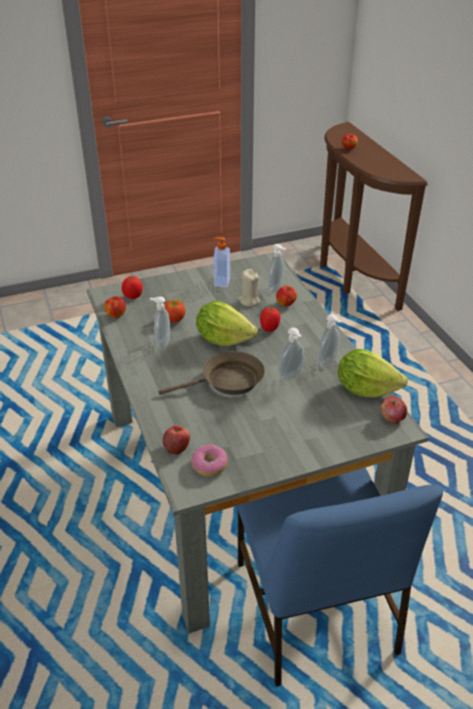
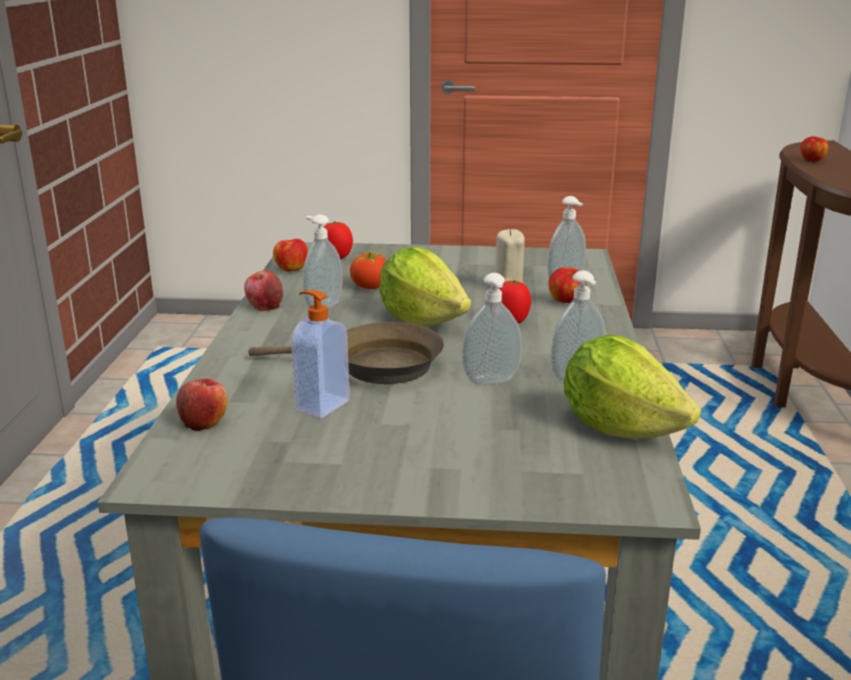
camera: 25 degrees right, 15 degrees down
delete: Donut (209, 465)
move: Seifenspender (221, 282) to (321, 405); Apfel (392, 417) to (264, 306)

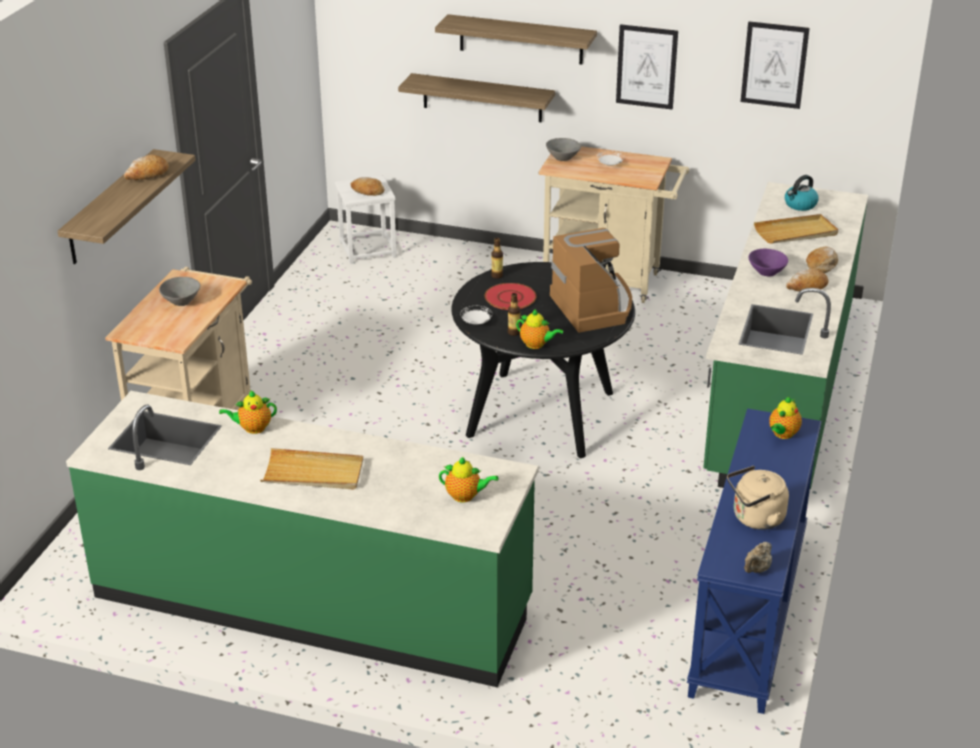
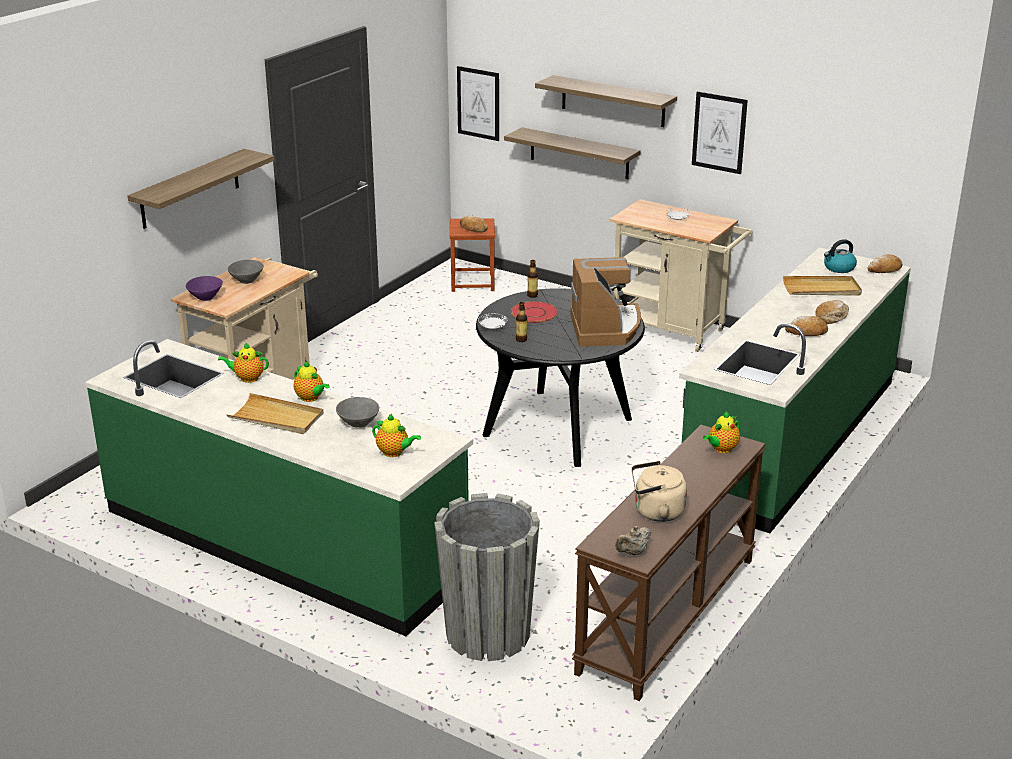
camera: 15 degrees right, 5 degrees down
insert: Pflanzkübel/grau (488, 634)
move: Brot (147, 175) to (884, 270); Teekanne (536, 345) to (311, 398); Schüssel/grau (563, 158) to (358, 424); Bild (774, 65) to (478, 103); Schüssel/lila (766, 273) to (205, 298)
recolor: Hocker/weiß (367, 249) to Hocker/braun (472, 282); Konsolentisch/blau (750, 613) to Konsolentisch/braun (669, 615)

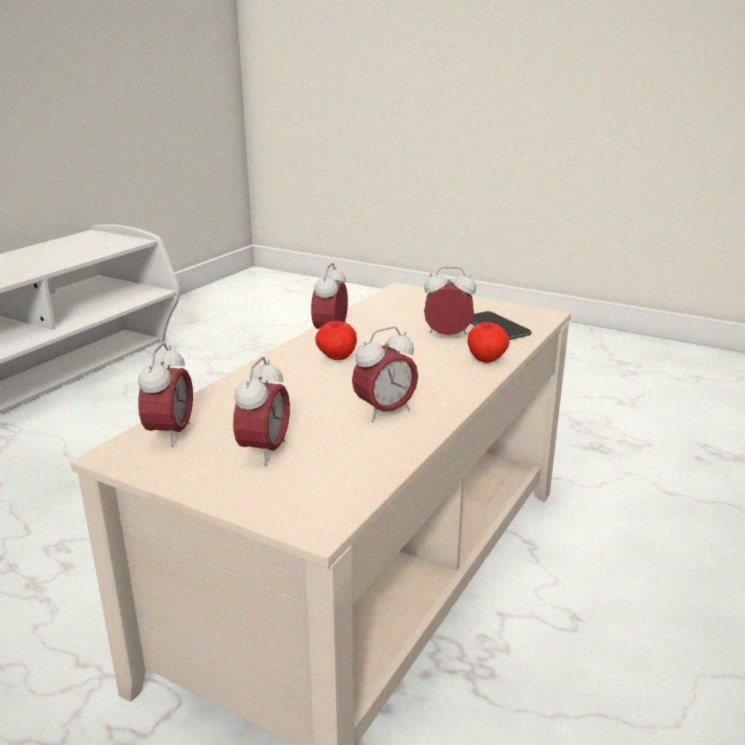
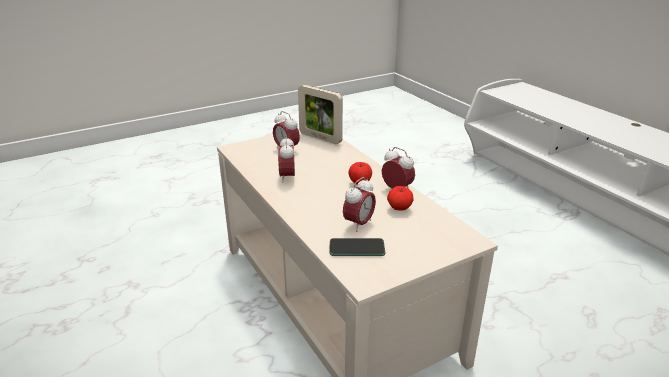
camera: 120 degrees right, 5 degrees up
move: Apfel (486, 359) to (399, 208)
replace: Wecker (170, 434) to Bilderrahmen (320, 138)

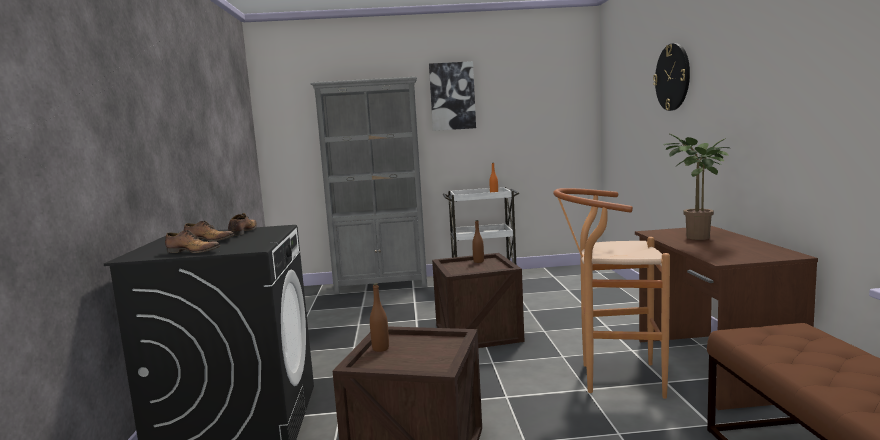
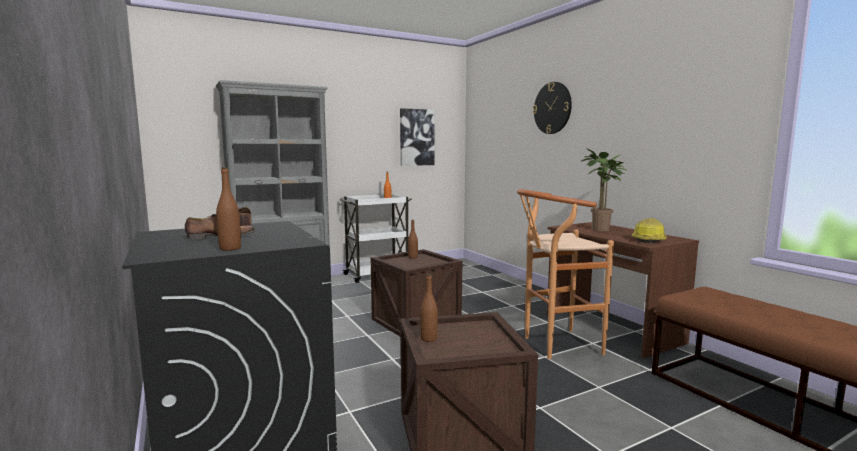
camera: 25 degrees left, 0 degrees up
insert: Schutzhelm (649, 240)
move: Bild (452, 96) to (416, 137)
replace: Schuh (192, 252) to Flasche/braun (230, 248)

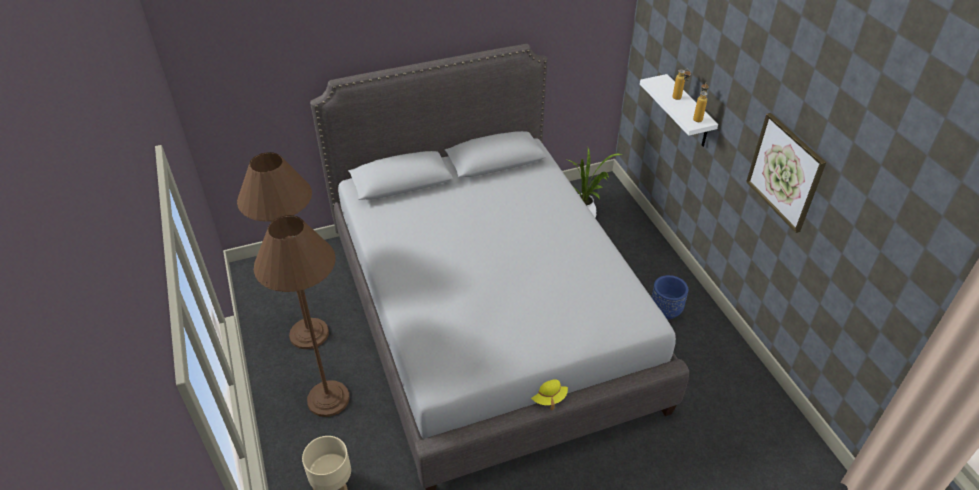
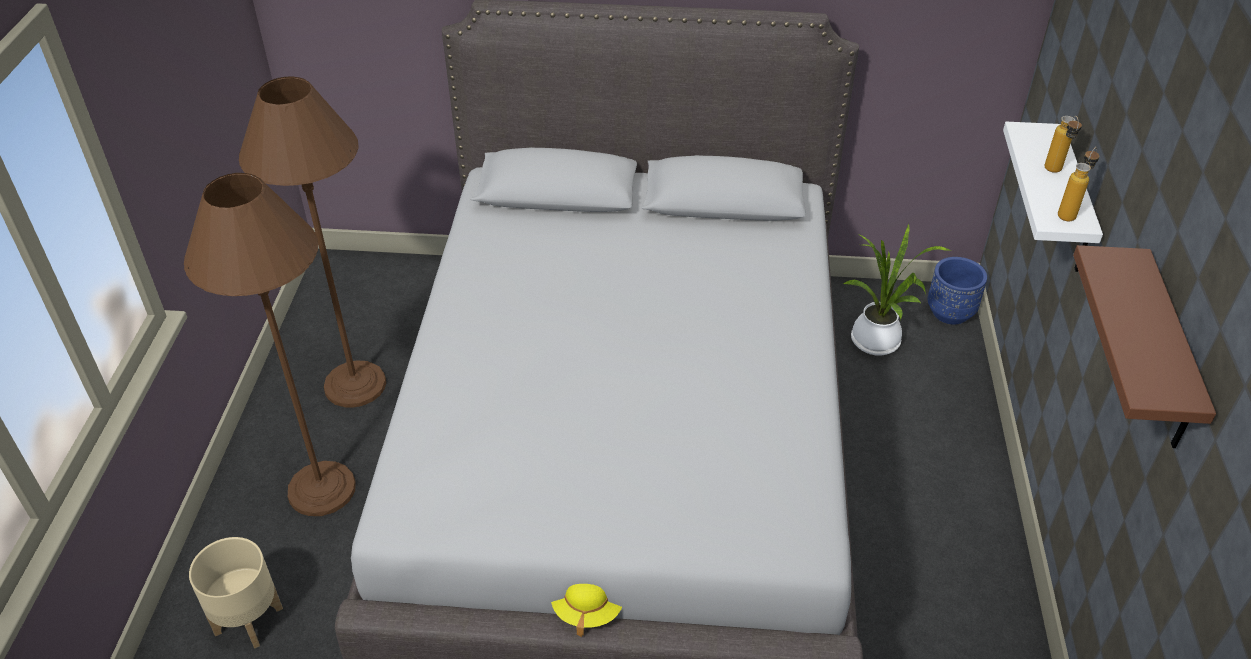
camera: 25 degrees right, 0 degrees up
move: Pflanzkübel/blau (665, 310) to (950, 312)
replace: Bild (785, 172) to Wandregal/braun (1166, 355)

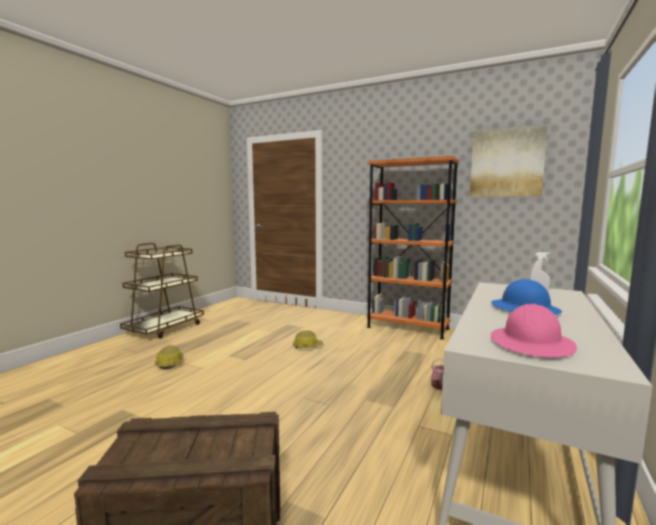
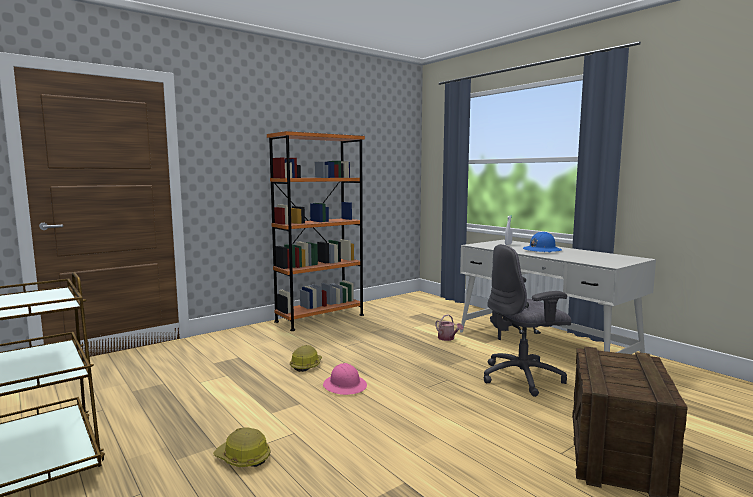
camera: 65 degrees left, 0 degrees up
delete: Bild (506, 163)
insert: Bürostuhl/grau (523, 378)
move: Schutzhelm/rosa (531, 344) to (345, 386)

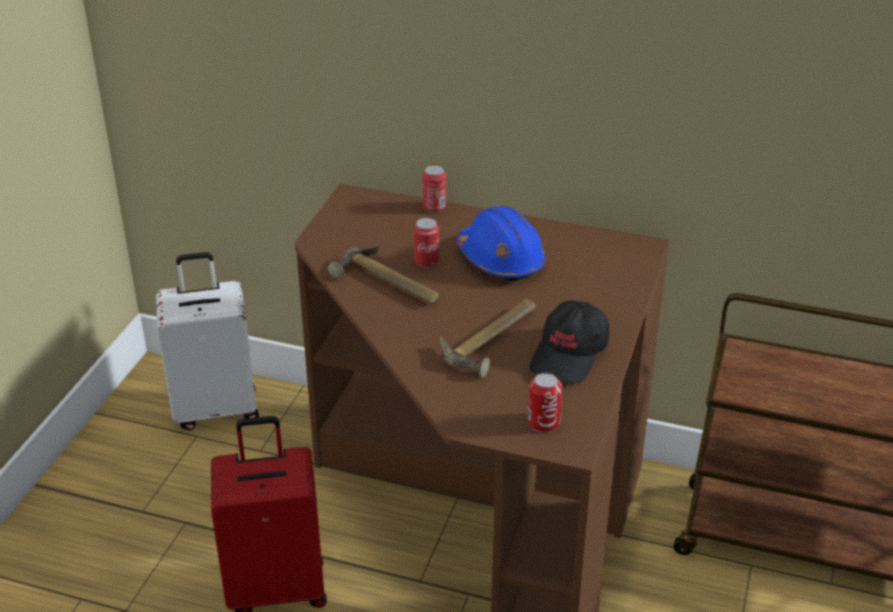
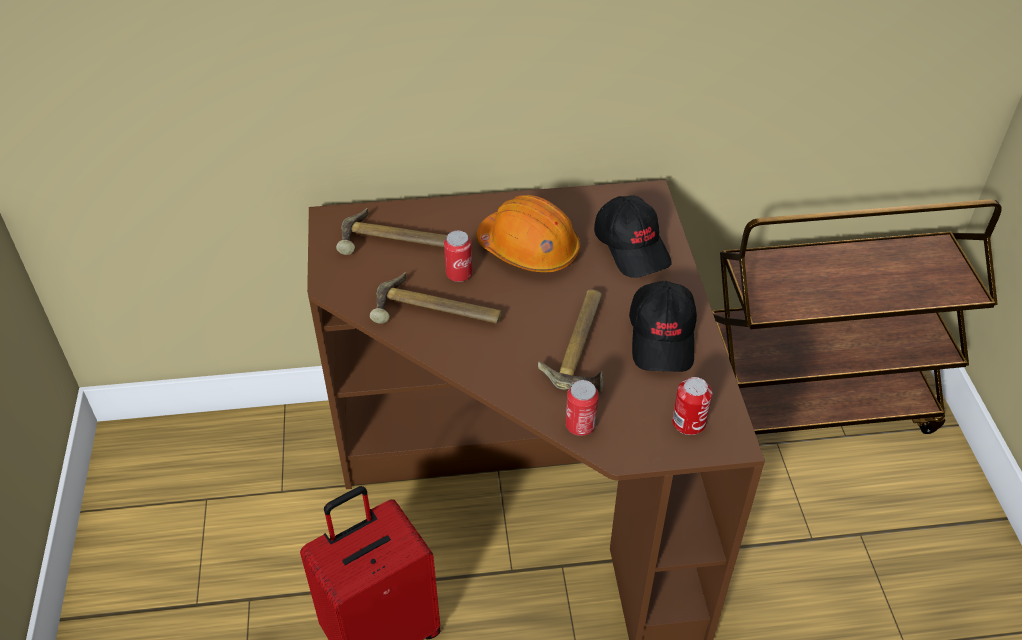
camera: 25 degrees left, 10 degrees up
delete: Koffer/weiß (216, 408)
insert: Hammer (398, 244); Kappe/schwarz (632, 247)
move: Dose (434, 207) to (580, 425)
recolor: Schutzhelm/blau (501, 260) to Schutzhelm/orange (529, 249)

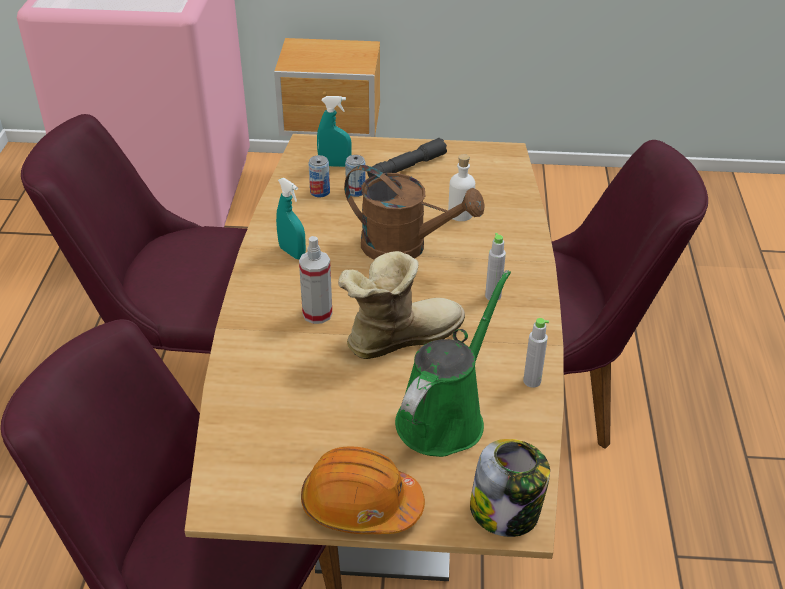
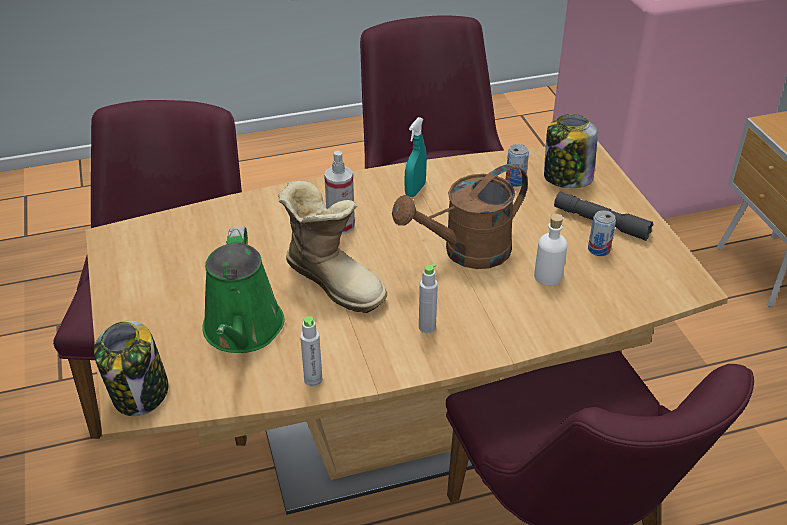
camera: 70 degrees right, 0 degrees up
delete: Schutzhelm/orange (360, 505)
move: Dose (356, 191) to (598, 249)
replace: Sprühflasche/türkis (335, 165) to Vorratsglas (566, 178)
rotate: Gießkanne/braun (405, 247) = (466, 253) 60 degrees clockwise; Gießkanne/grün (445, 416) = (243, 331) 75 degrees clockwise

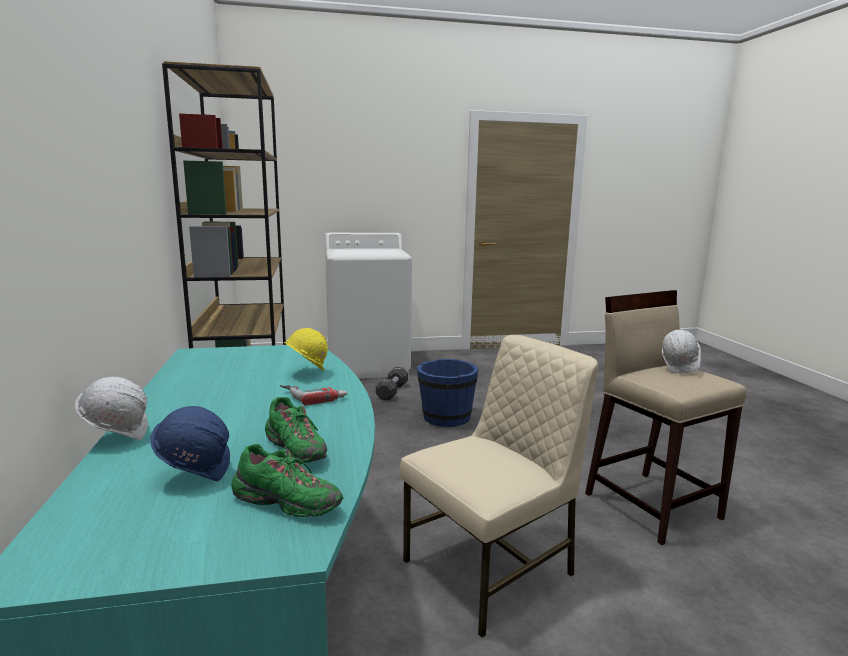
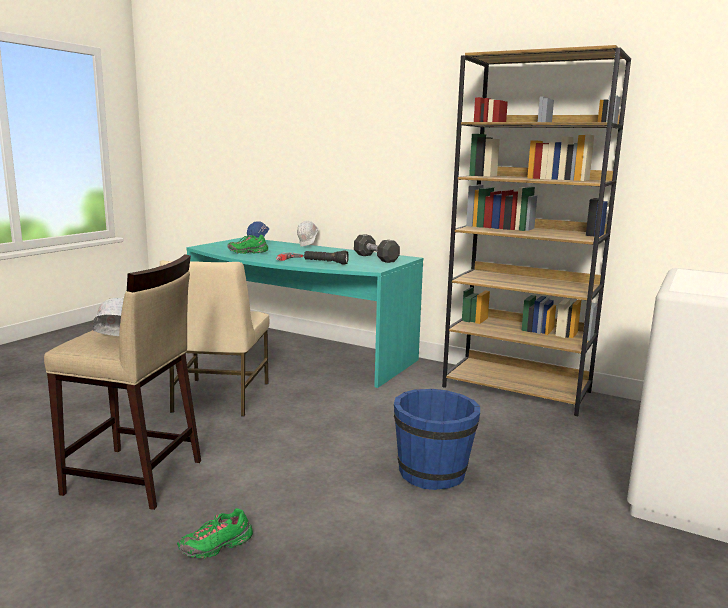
camera: 130 degrees right, 0 degrees up
move: Schuh/grün (287, 503) to (216, 546); Hantel/schwarz (392, 391) to (376, 258)
replace: Schutzhelm/gelb (306, 373) to Taschenlampe/schwarz (326, 263)

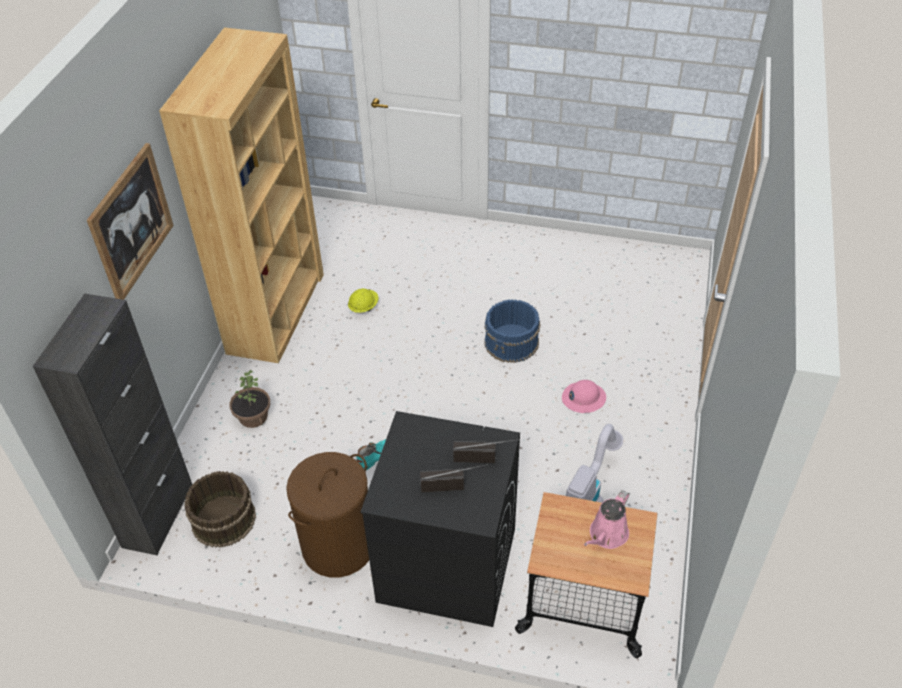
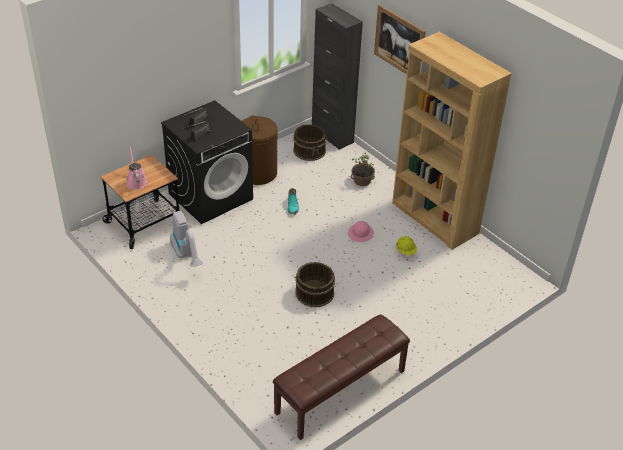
camera: 125 degrees right, 5 degrees down
insert: Bank/braun (341, 392)
move: Schutzhelm/rosa (583, 398) to (360, 233)
recolor: Eimer/blau (512, 342) to Eimer/braun (314, 293)

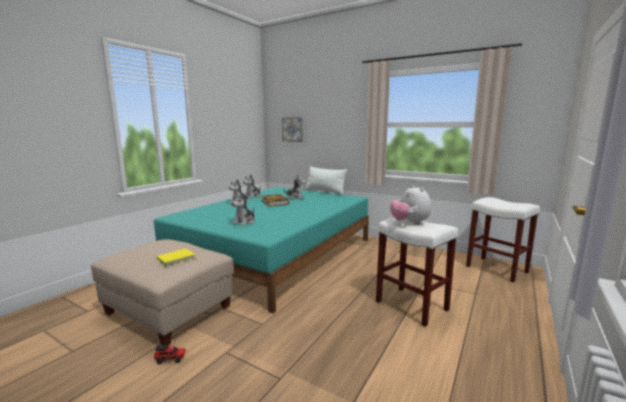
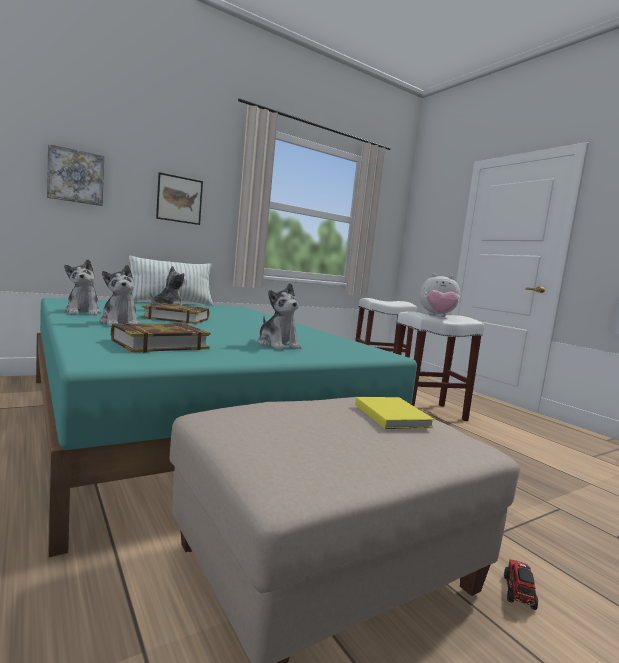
camera: 65 degrees left, 5 degrees down
insert: Buch (159, 344); Bild (179, 199)

